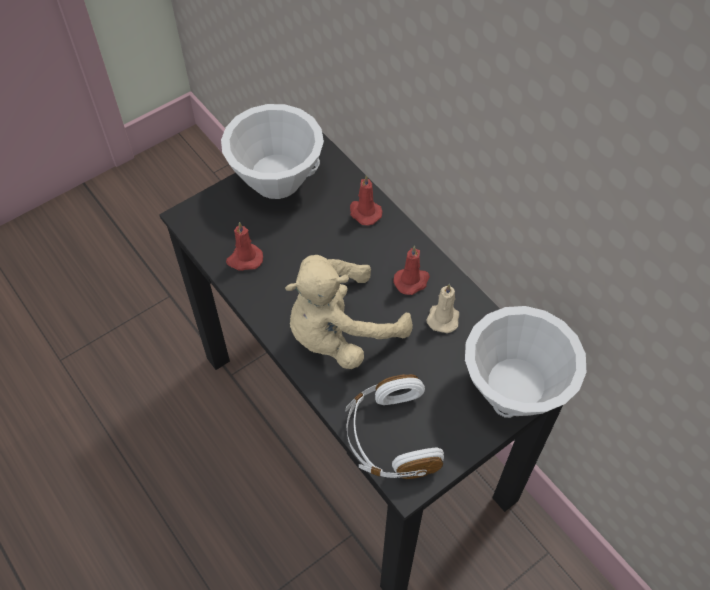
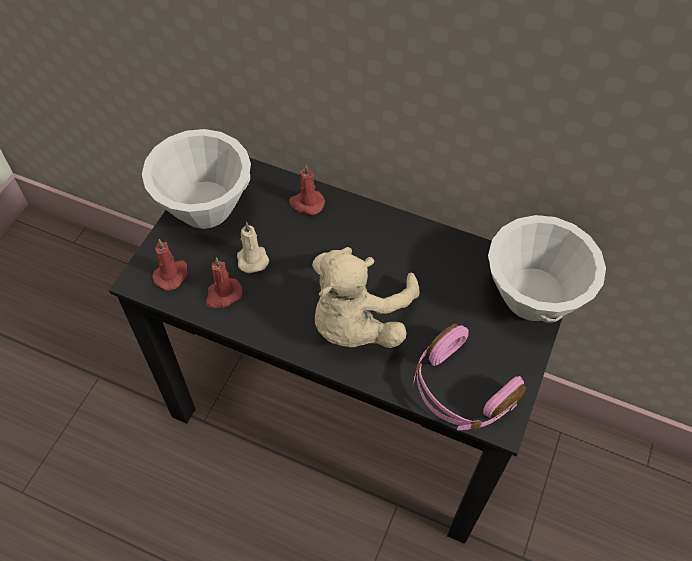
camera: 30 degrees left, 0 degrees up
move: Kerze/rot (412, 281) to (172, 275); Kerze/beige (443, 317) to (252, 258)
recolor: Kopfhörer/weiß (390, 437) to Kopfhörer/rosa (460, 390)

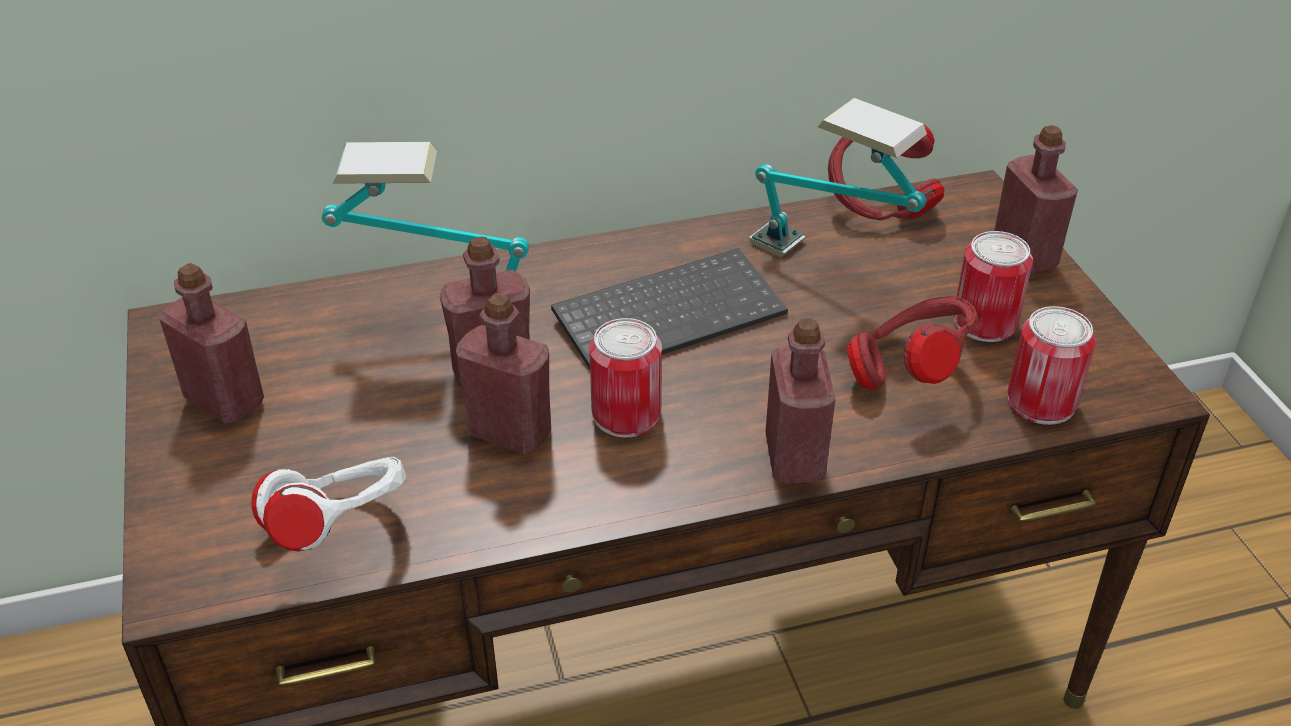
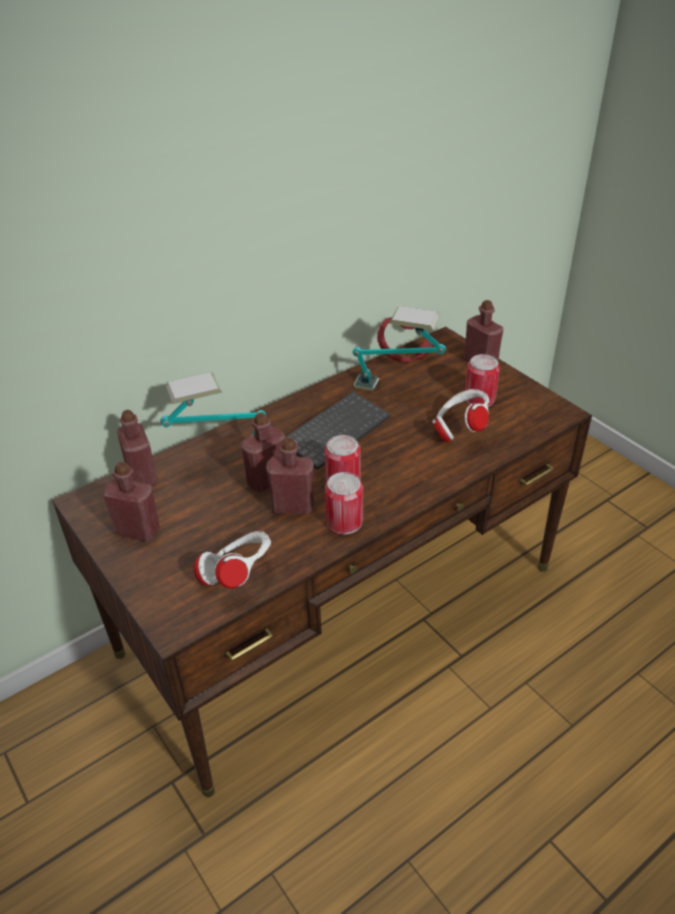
camera: 20 degrees left, 0 degrees up
move: Flasche/rot (794, 458) to (142, 477); Dose (1041, 402) to (344, 521)
recolor: Kopfhörer/rot (909, 373) to Kopfhörer/weiß (459, 430)

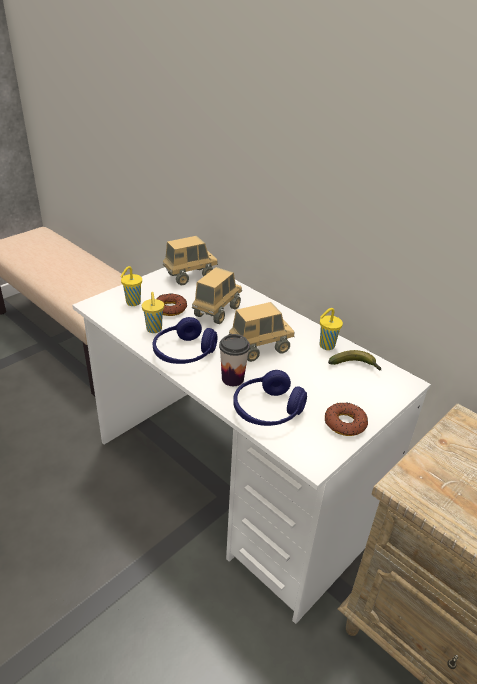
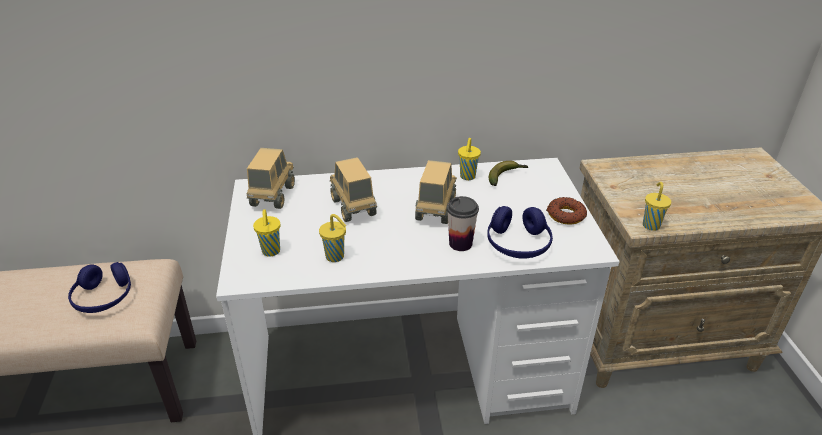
camera: 50 degrees left, 0 degrees up
delete: Donut (170, 308)
insert: Tasse/gelb (650, 225)
move: Kopfhörer/blau (184, 353) to (104, 297)

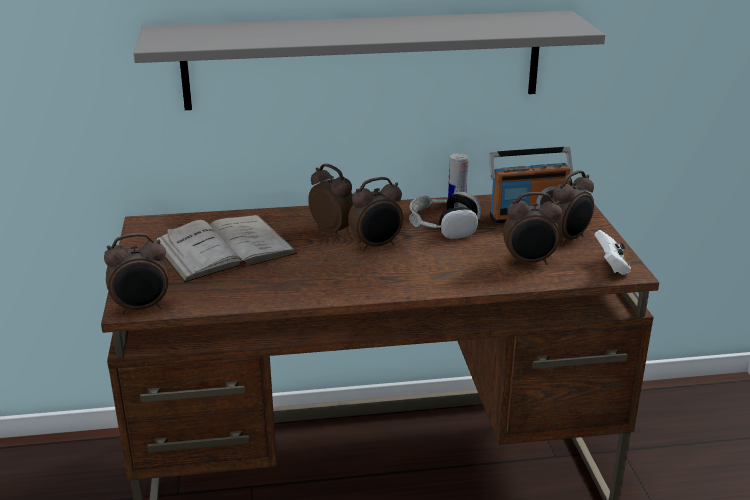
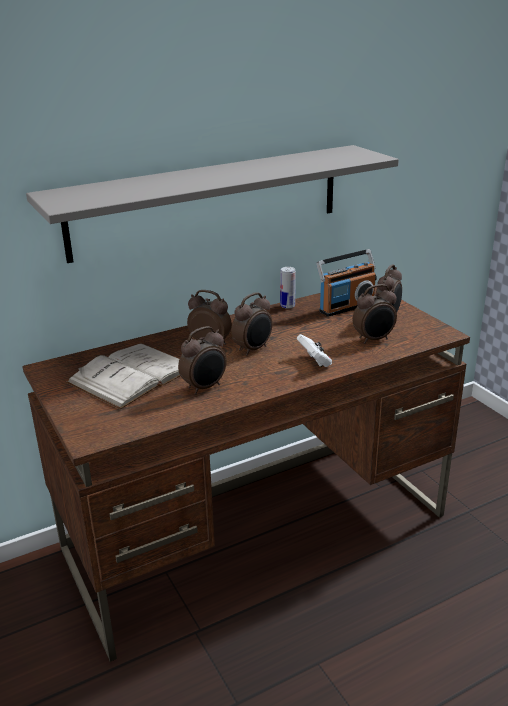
camera: 20 degrees left, 0 degrees up
delete: Kopfhörer (443, 226)
move: Wecker (141, 308) to (205, 387); Gamepad/weiß (611, 267) to (315, 362)

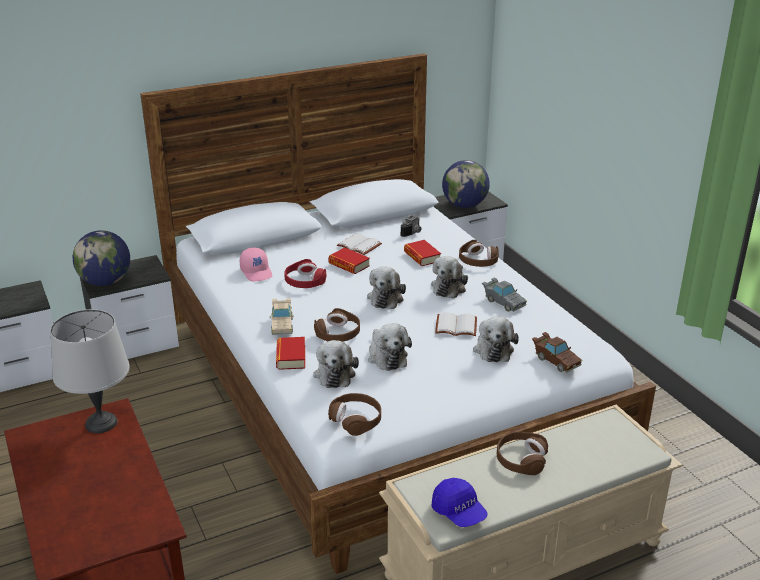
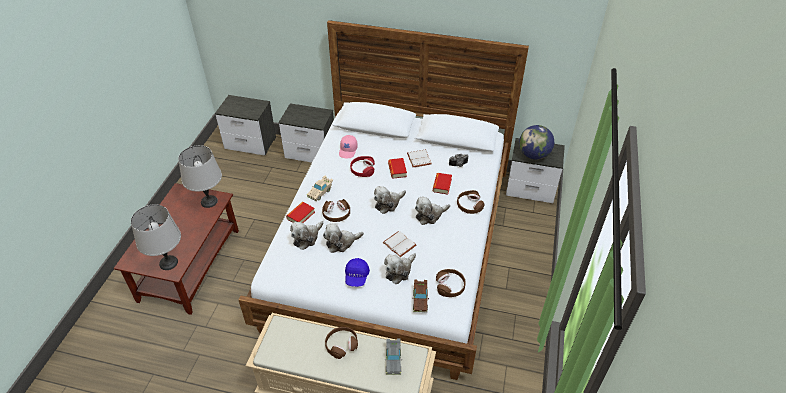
camera: 40 degrees right, 15 degrees up
delete: Globus (105, 282)
insert: Tischlampe/grau (169, 263)
move: Kopfhörer/braun (356, 419) to (450, 286); Kappe/blau (459, 512) to (356, 277); Spielzeugauto/grau (503, 302) to (393, 360)
rotate: Plüschtier (386, 356) = (341, 243) 45 degrees clockwise

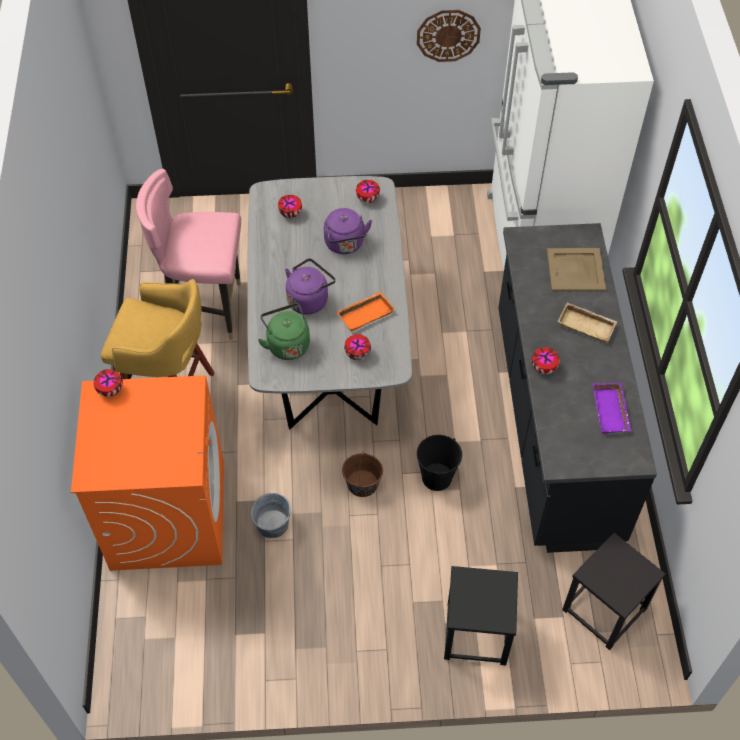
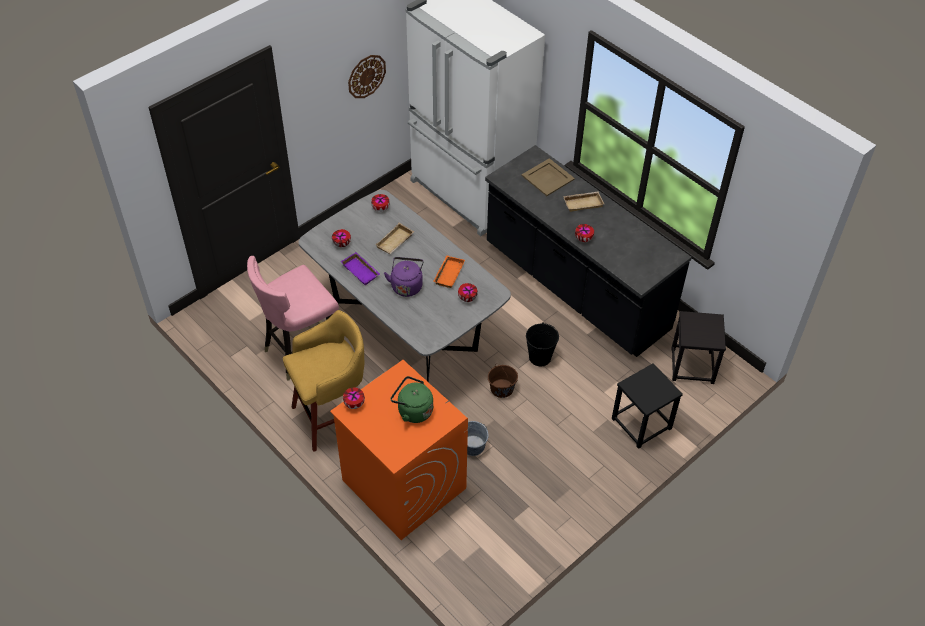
camera: 40 degrees left, 5 degrees down
move: Wasserkessel/grün (287, 344) to (413, 410); Tablett/lila (612, 411) to (361, 271)
replace: Wasserkessel/lila (345, 244) to Tablett/beige (395, 242)

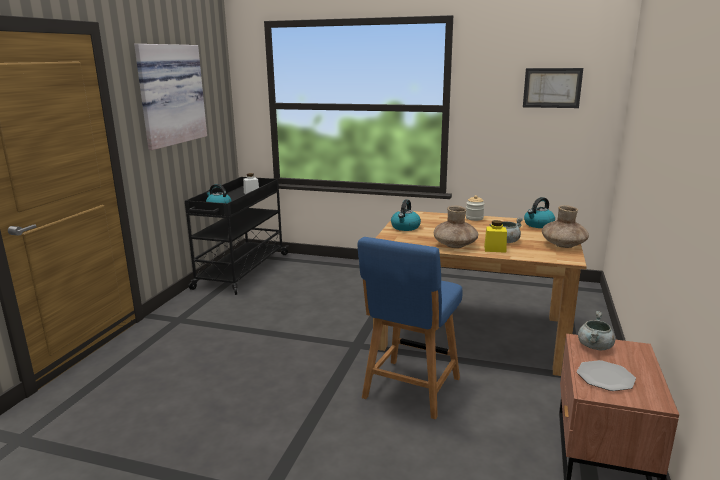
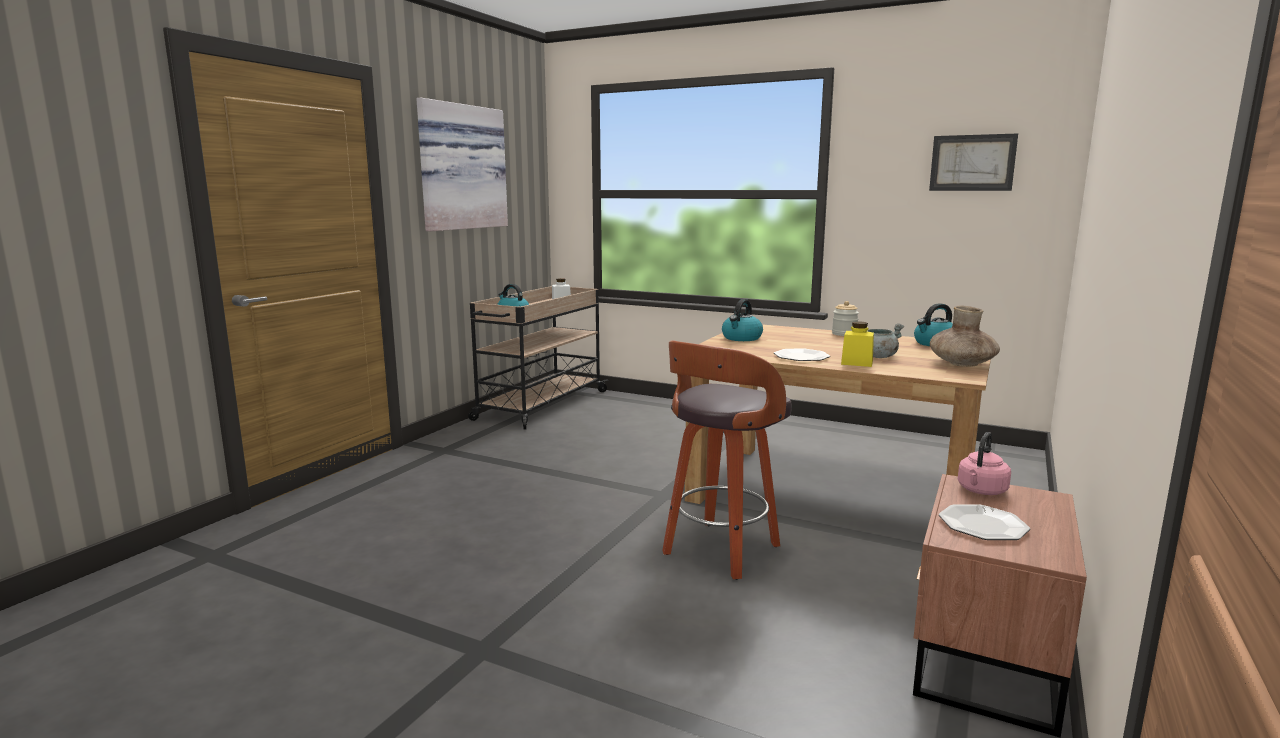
camera: 10 degrees right, 5 degrees down
replace: Stuhl/blau (410, 390) to Hocker (720, 551); Vase/braun (455, 245) to Teller (801, 357); Kochtopf/grau (595, 347) to Wasserkessel/rosa (981, 491)
recolor: Rollwagen/schwarz (241, 271) to Rollwagen/beige (540, 405)

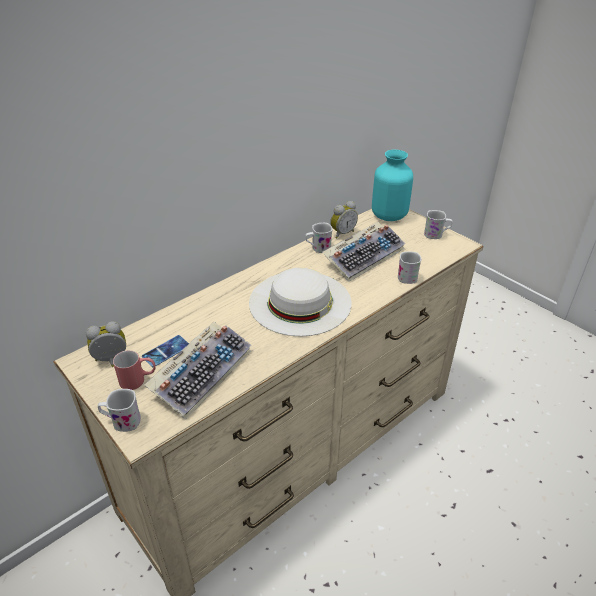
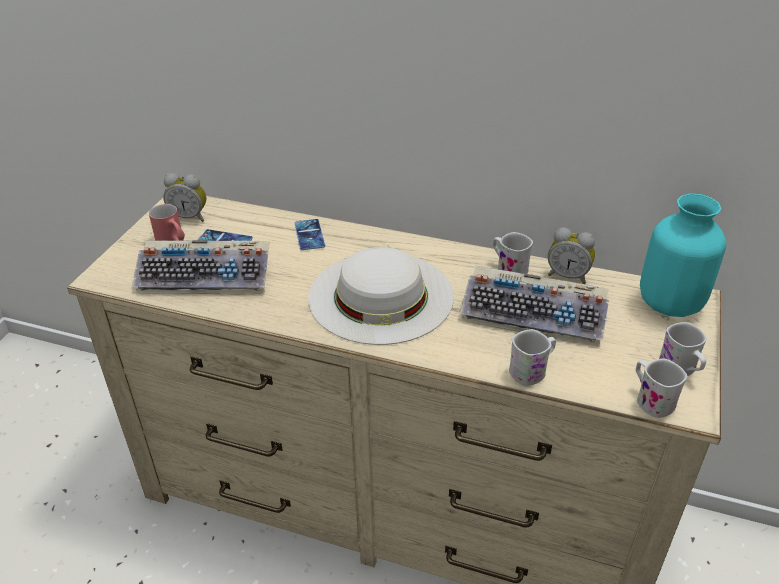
camera: 60 degrees right, 0 degrees up
insert: Handy (309, 235)
move: Henkelbecher/weiß (122, 421) to (650, 400)
rotate: Wecker (111, 360) = (190, 217) 150 degrees clockwise

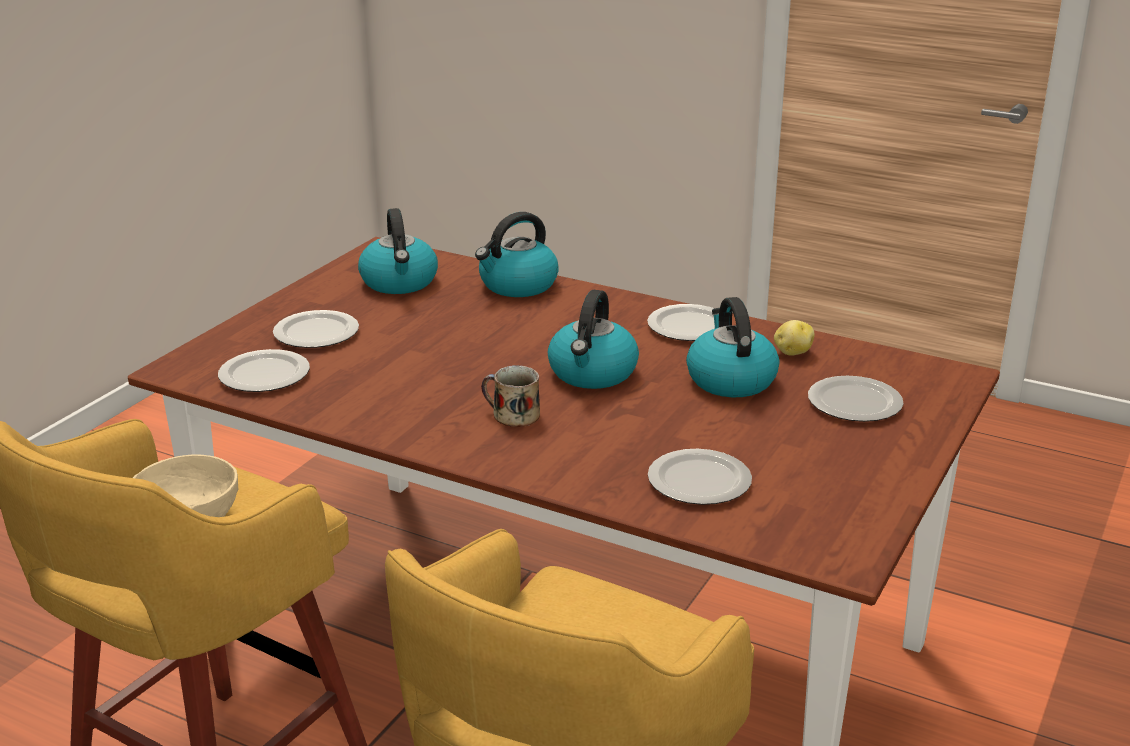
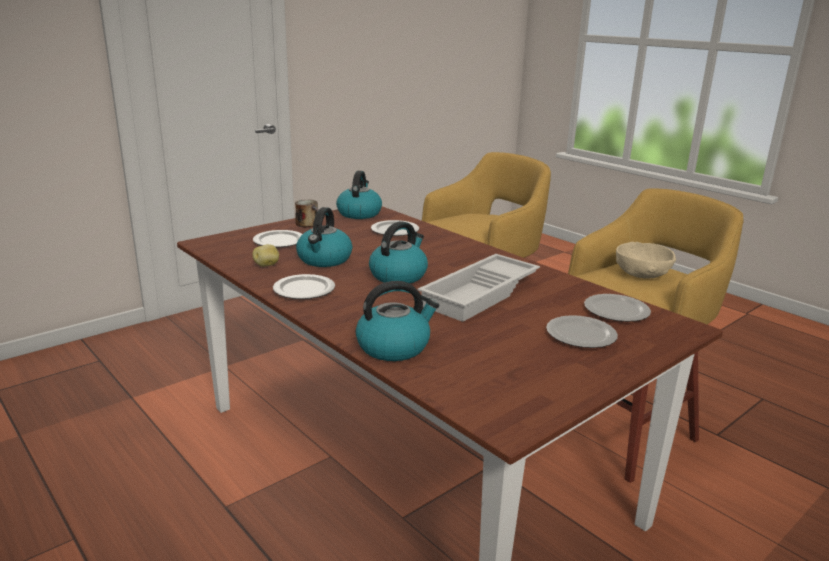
camera: 160 degrees left, 5 degrees down
insert: Tablett/weiß (481, 295)
move: Wasserkessel (399, 282) to (359, 213); Henkelbecher (513, 415) to (308, 224)

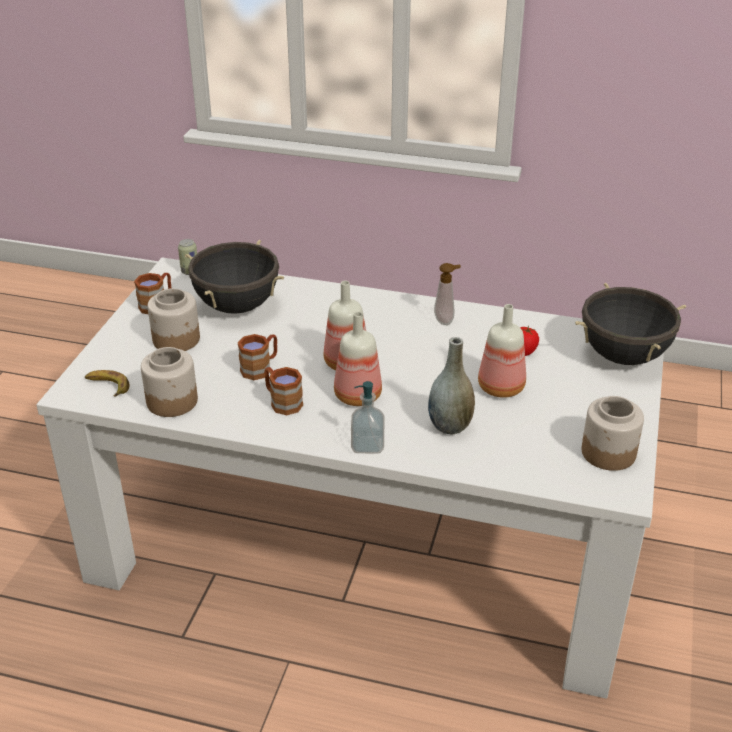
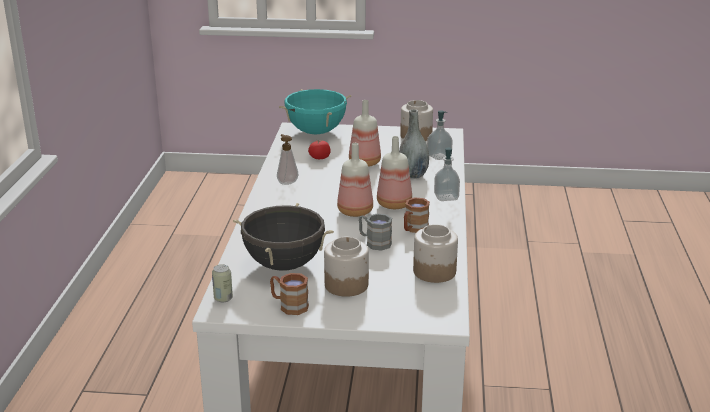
camera: 100 degrees left, 10 degrees down
delete: Banane (107, 386)
insert: Seifenspender (439, 156)
recolor: Henkelbecher/braun (260, 368) to Henkelbecher/grau (374, 242); Kochtopf/schwarz (623, 356) to Kochtopf/türkis (316, 132)

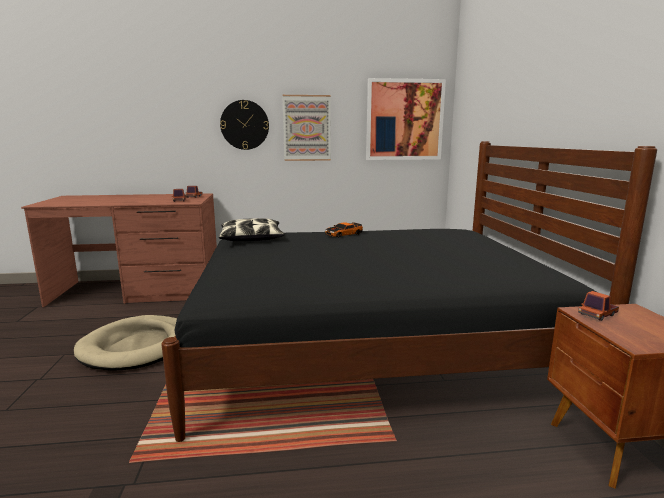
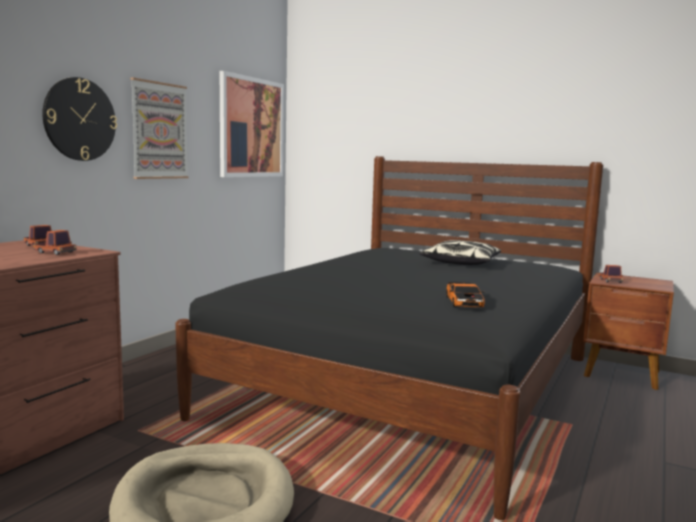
camera: 55 degrees left, 5 degrees down
move: Kissen (251, 238) to (461, 262); Spielzeugauto (343, 234) to (465, 302)

